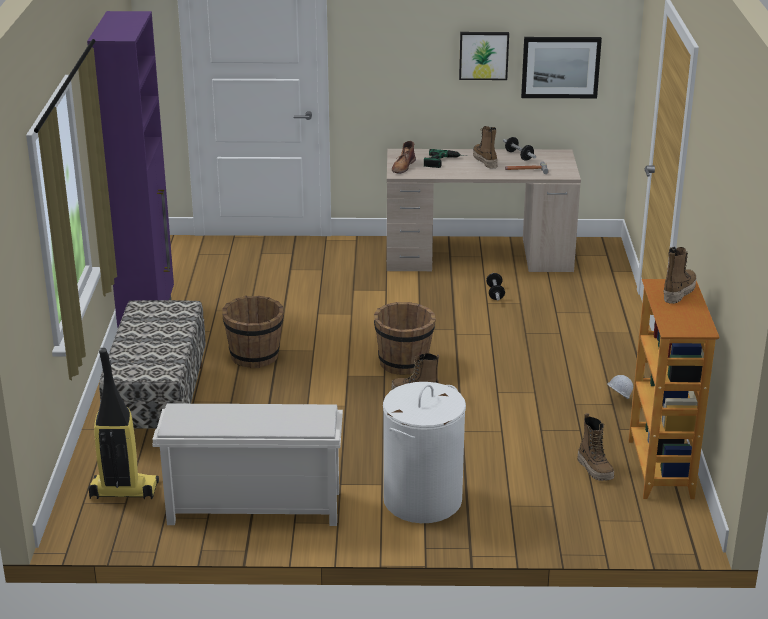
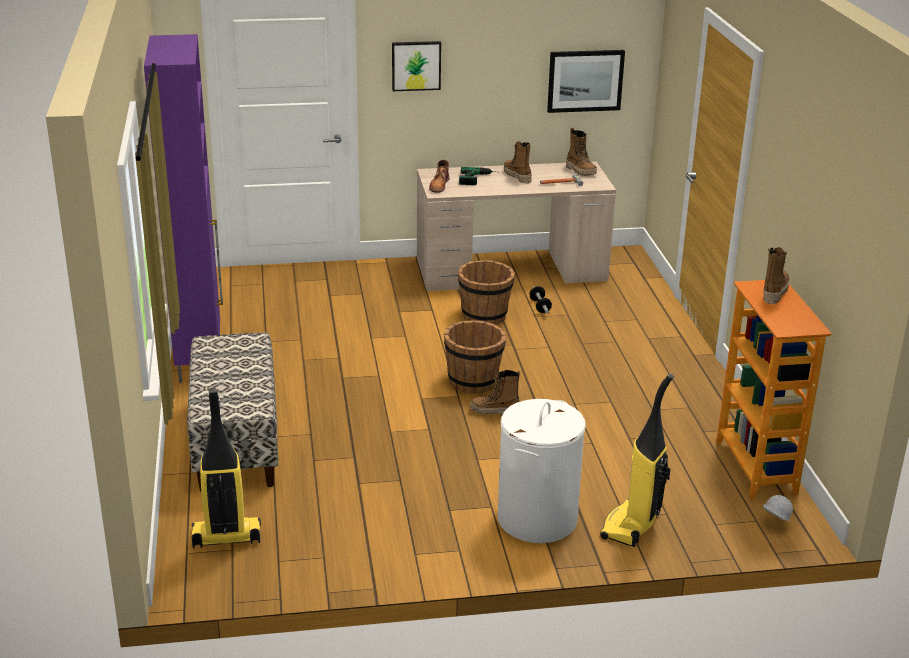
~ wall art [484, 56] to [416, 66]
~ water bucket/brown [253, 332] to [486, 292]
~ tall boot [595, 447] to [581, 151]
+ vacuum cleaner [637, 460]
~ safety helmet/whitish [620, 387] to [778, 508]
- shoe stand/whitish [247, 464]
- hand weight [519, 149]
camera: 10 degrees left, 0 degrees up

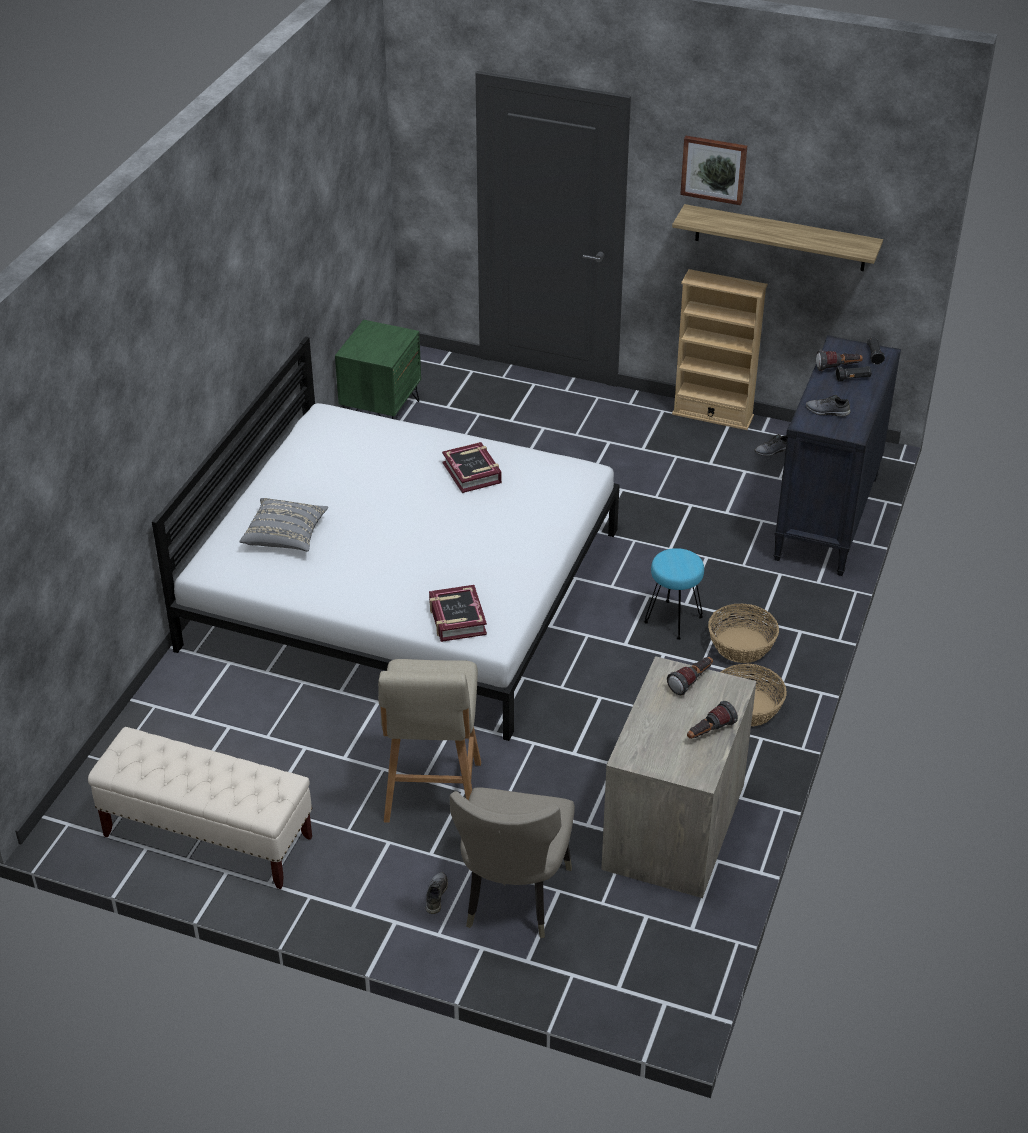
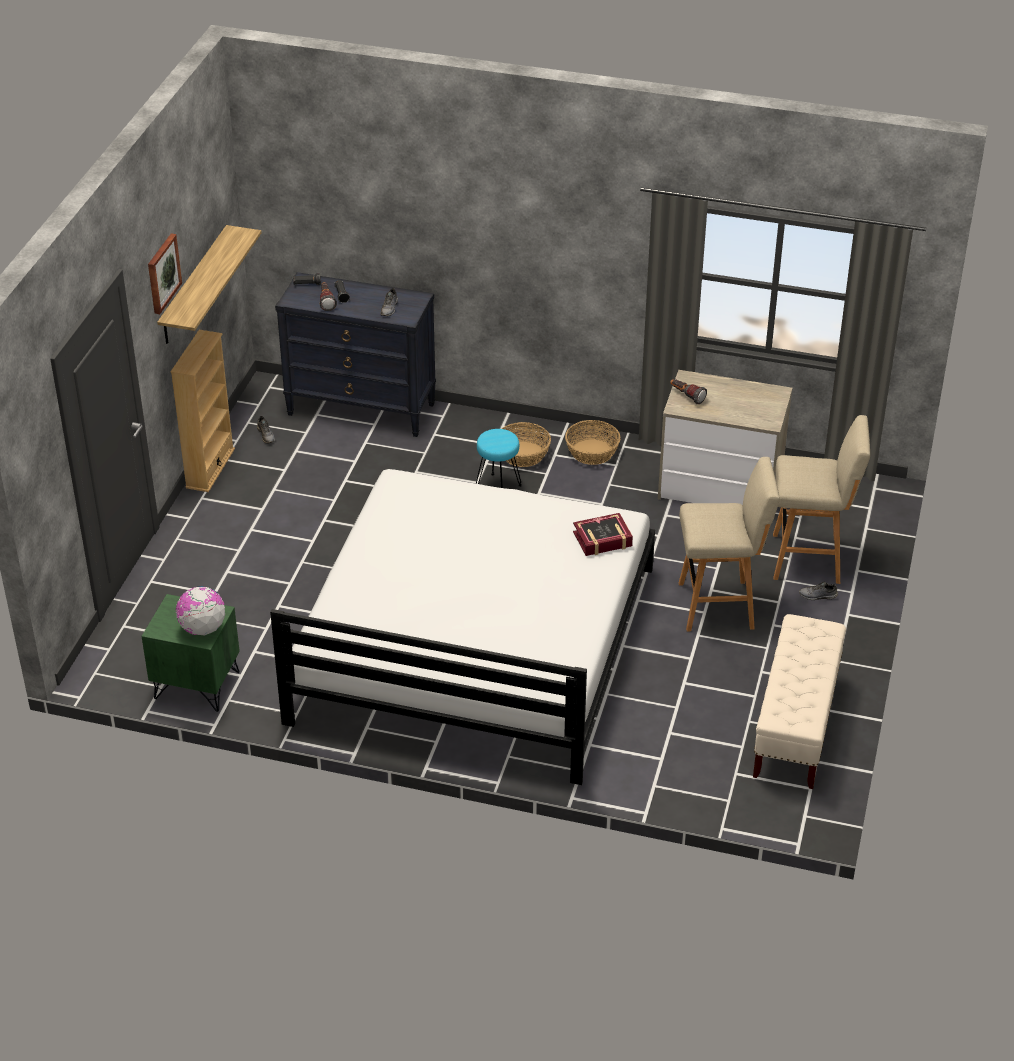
+ globe [200, 610]
~ upright chair/beige-coloured [512, 862] to stool/beige-coloured [821, 499]
- pillow/gray [284, 525]
- book [472, 467]
- hand torch [712, 720]
camera: 95 degrees left, 0 degrees up

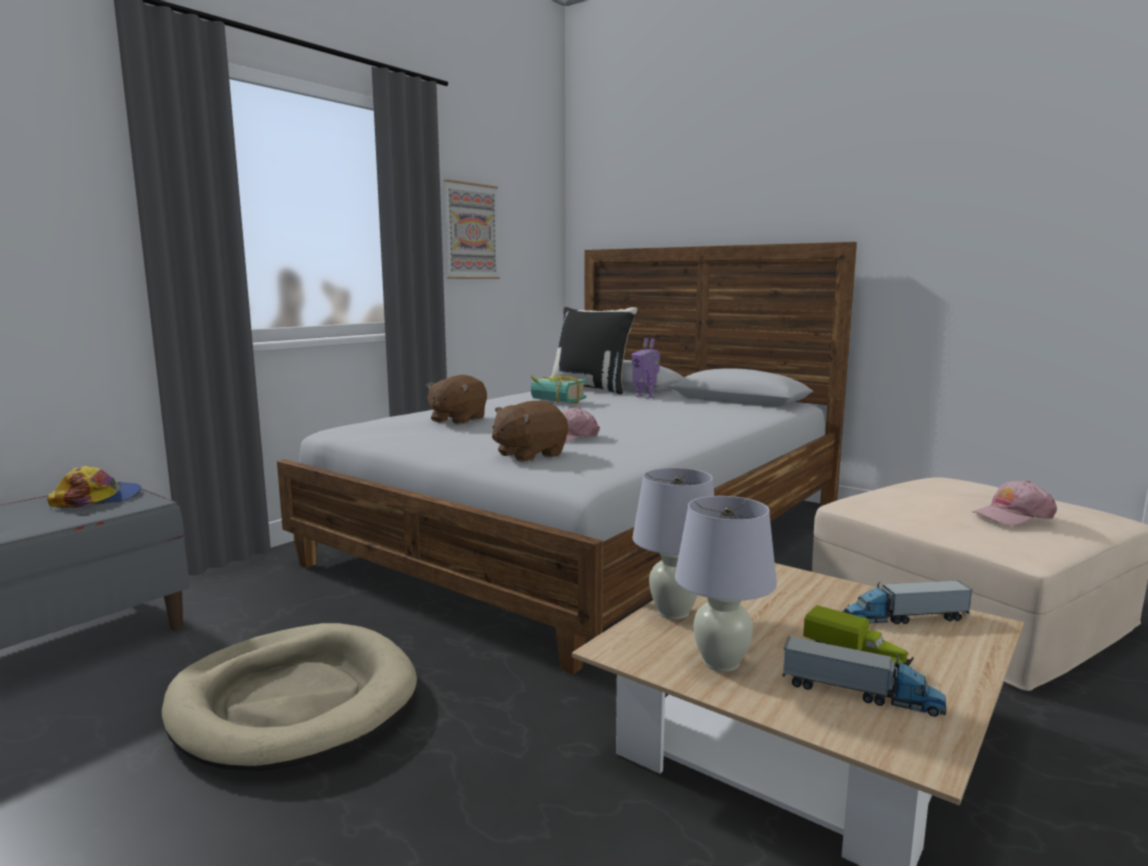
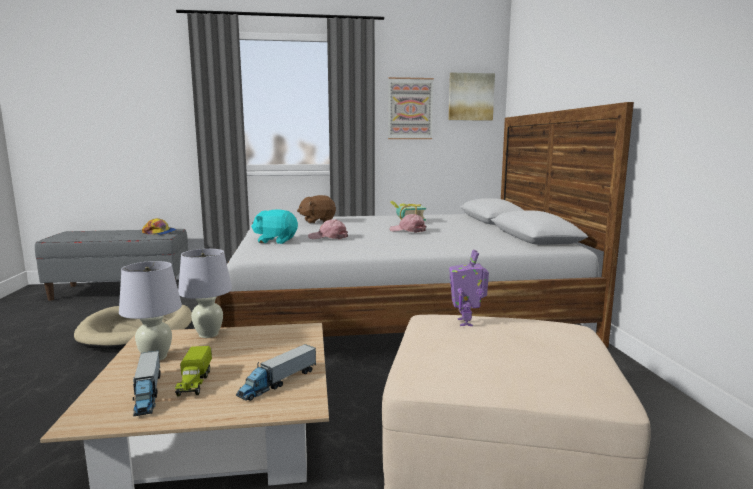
~ model truck [907, 602] = [276, 372] 90 degrees counterclockwise
~ plush toy/brown [530, 431] to plush toy/blue-green [274, 226]
~ peaked cap/pinkish [1014, 502] to [408, 223]
+ wall art [471, 96]
~ toy robot [646, 368] to [469, 288]
- pillow/blackish [594, 351]
camera: 45 degrees right, 0 degrees up

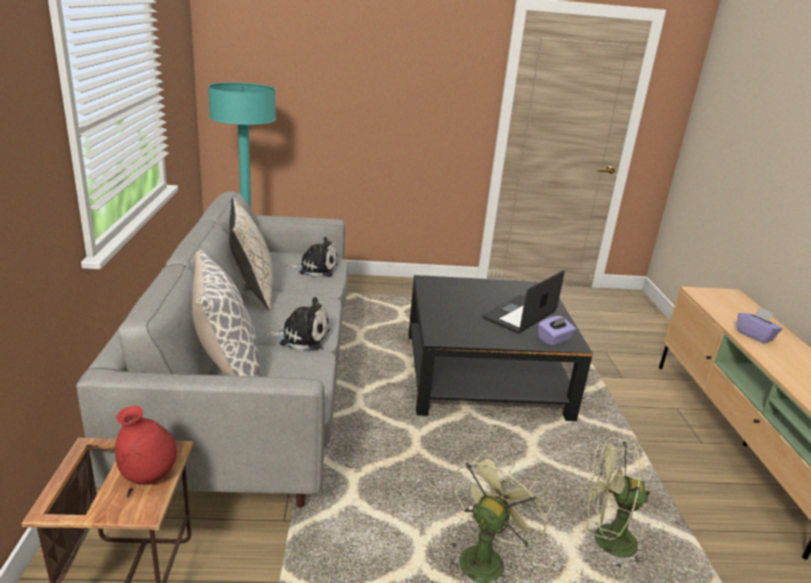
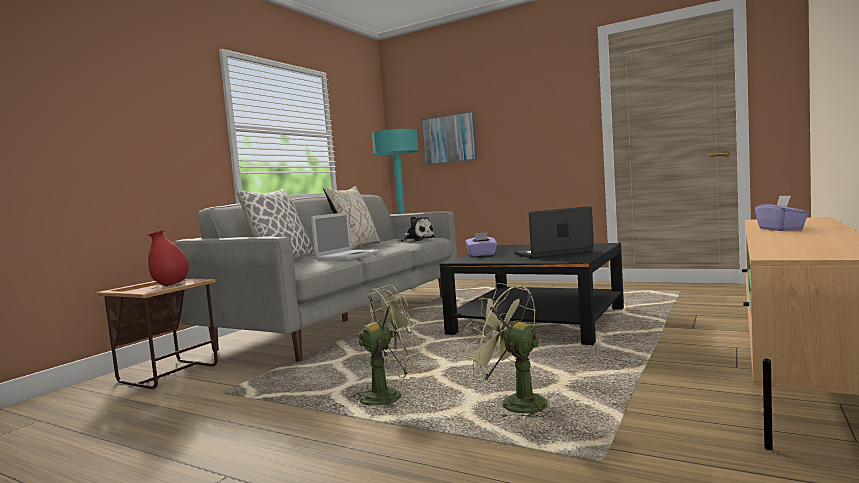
~ plush toy [297, 324] to laptop [346, 236]
+ wall art [449, 138]
~ tissue holder/purplish [557, 331] to [481, 244]
camera: 35 degrees right, 20 degrees down

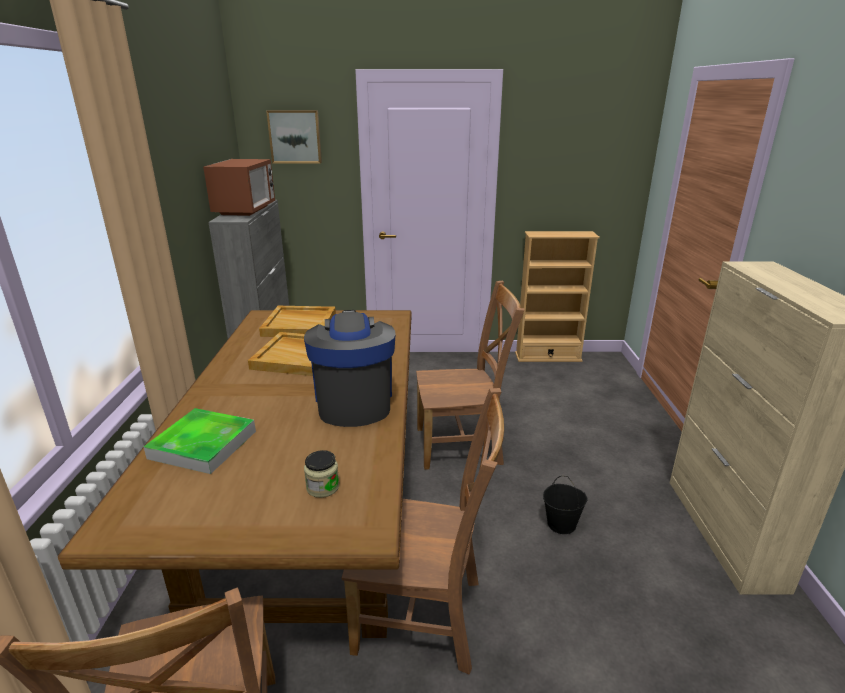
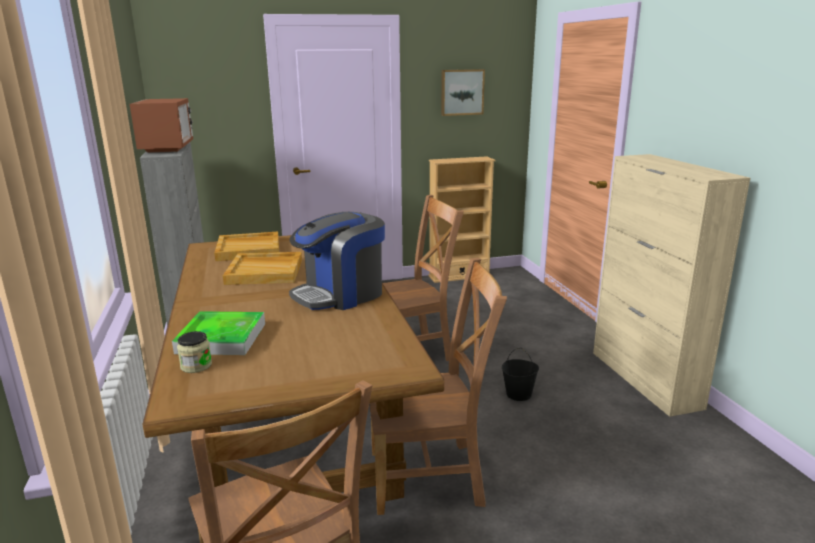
~ preserve jar [321, 474] to [194, 352]
~ coffee maker [350, 368] = [337, 261] 105 degrees counterclockwise
~ wall art [294, 136] to [463, 92]
camera: 15 degrees left, 5 degrees down

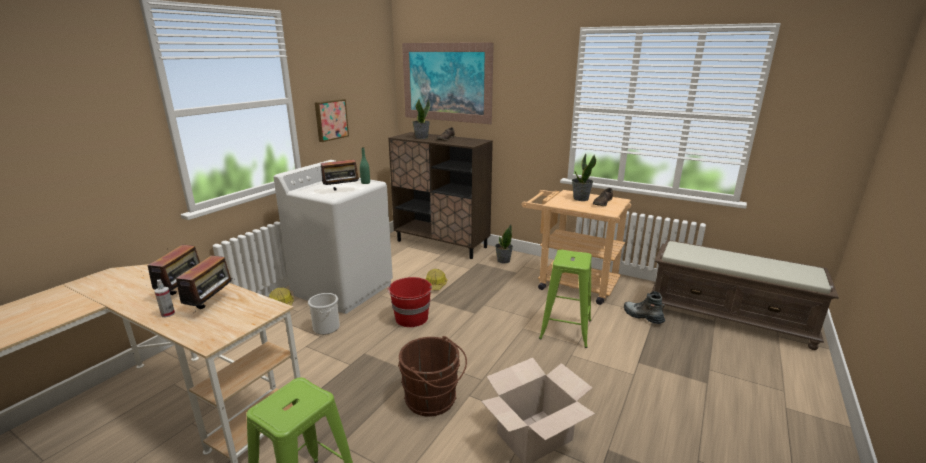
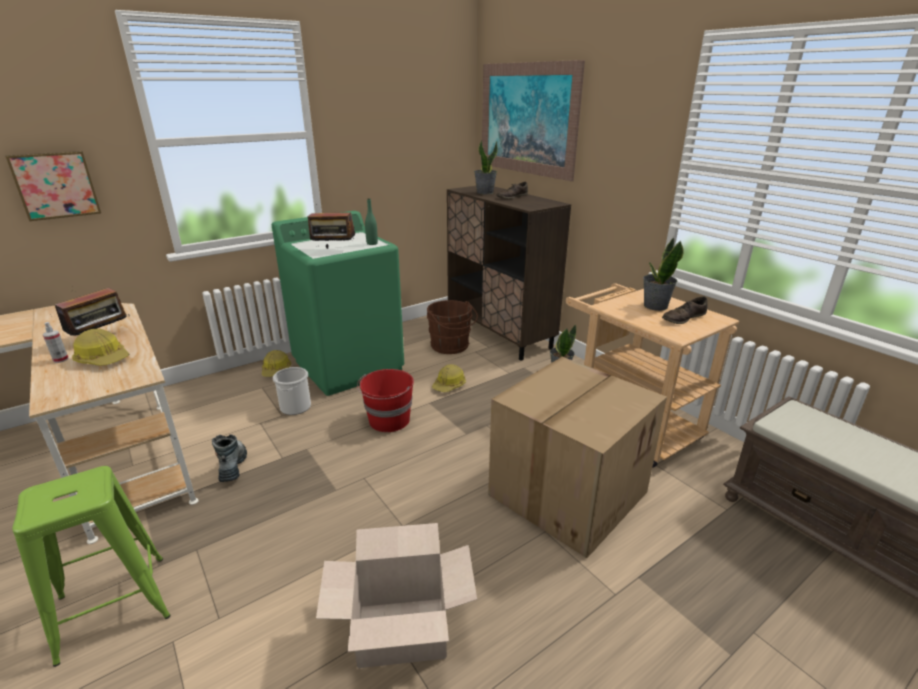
~ wall art [332, 120] to [53, 186]
~ radio [202, 284] to safety helmet [100, 347]
~ tall boot [644, 307] to [229, 458]
~ washing machine/whitish [333, 237] to washing machine/green [338, 303]
~ water bucket/brown [432, 376] to [452, 327]
~ stool/green [565, 299] to packing box [577, 457]
camera: 25 degrees right, 5 degrees up

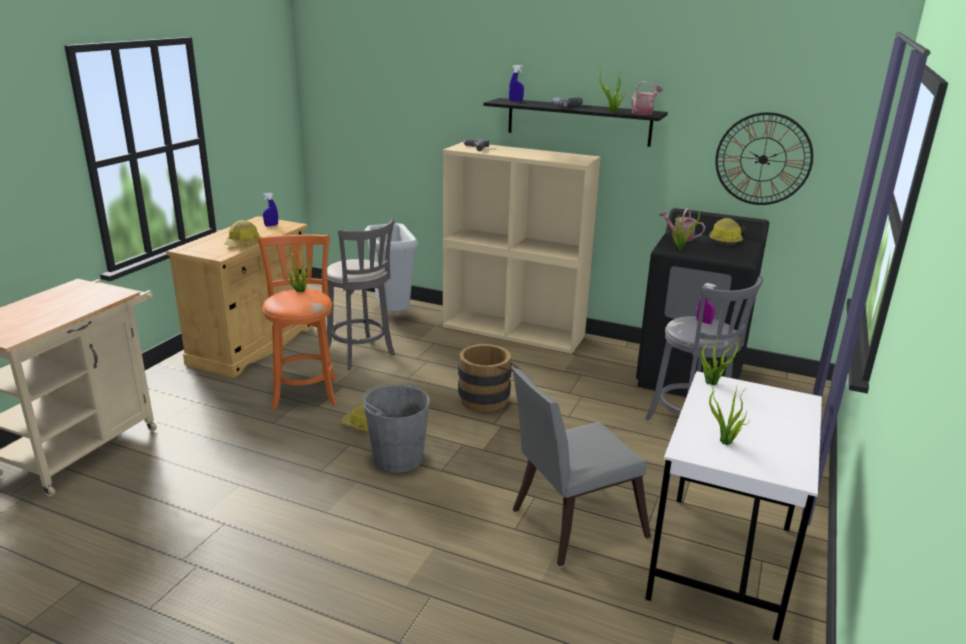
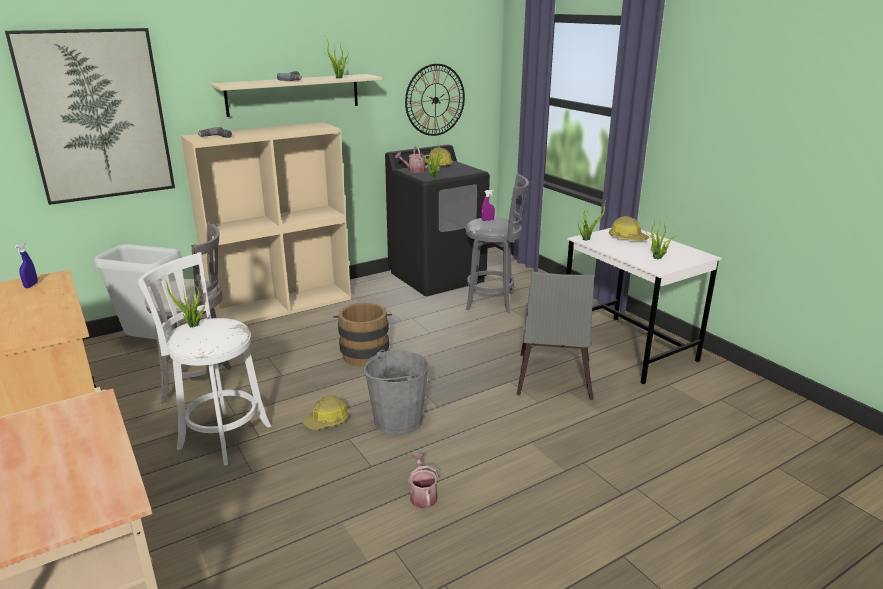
+ wall art [90, 116]
~ stool/orange [297, 322] to stool/whitish [205, 359]
~ wall shelf/blackish [575, 122] to wall shelf/beige-coloured [296, 95]
~ watering pot [647, 98] to [423, 481]
~ safety helmet [242, 233] to [629, 228]
- hand sprayer/blue [516, 83]
camera: 55 degrees left, 0 degrees up

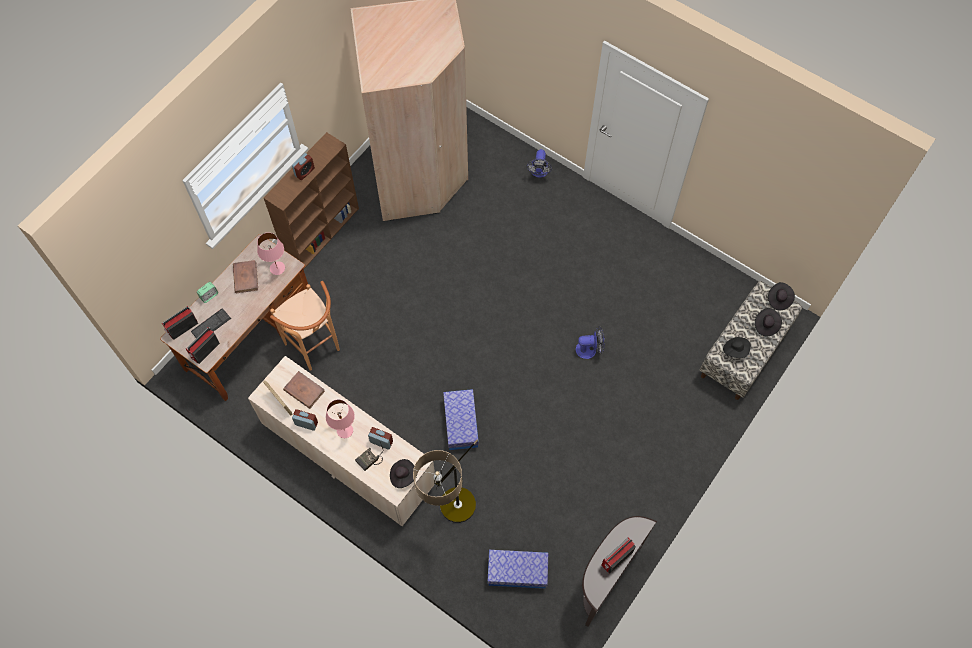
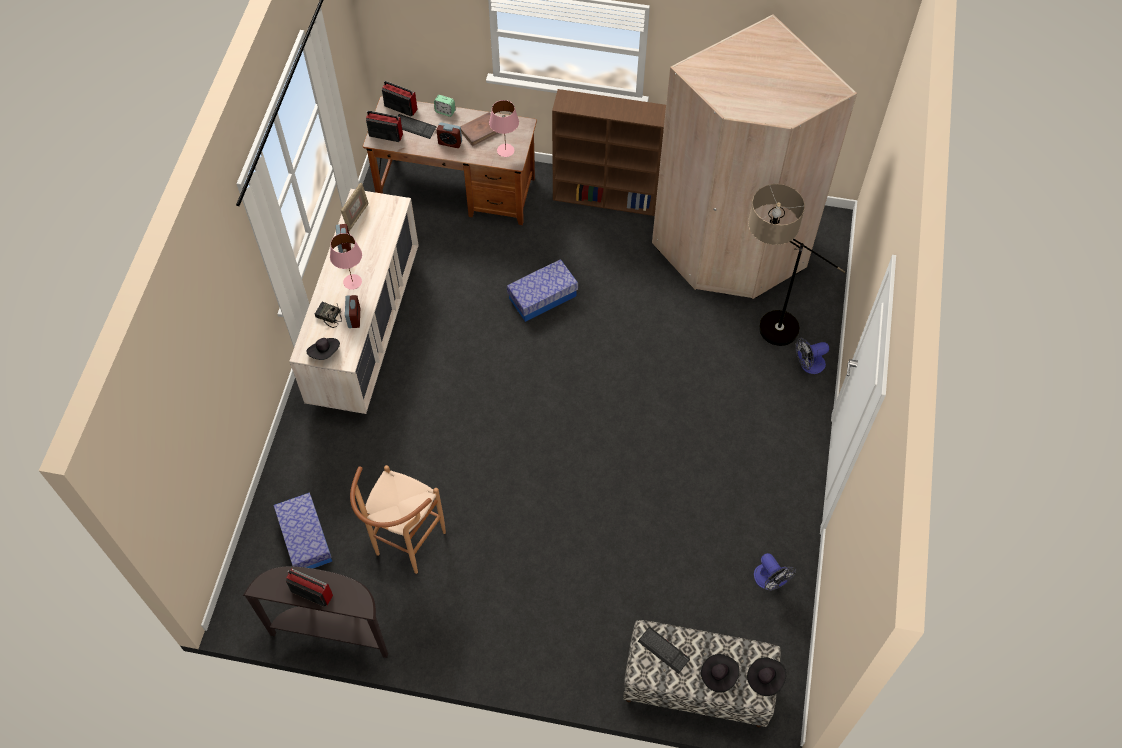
~ stool/brown [305, 326] to [398, 519]
~ table clock [303, 166] to [449, 135]
~ storage bin [461, 419] to [542, 290]
~ wearable hat/blackish [737, 347] to keyboard [664, 650]
~ floor lamp [445, 481] to [796, 265]
~ fan [590, 342] to [775, 572]
- book/brown [304, 390]
camera: 65 degrees right, 5 degrees down

